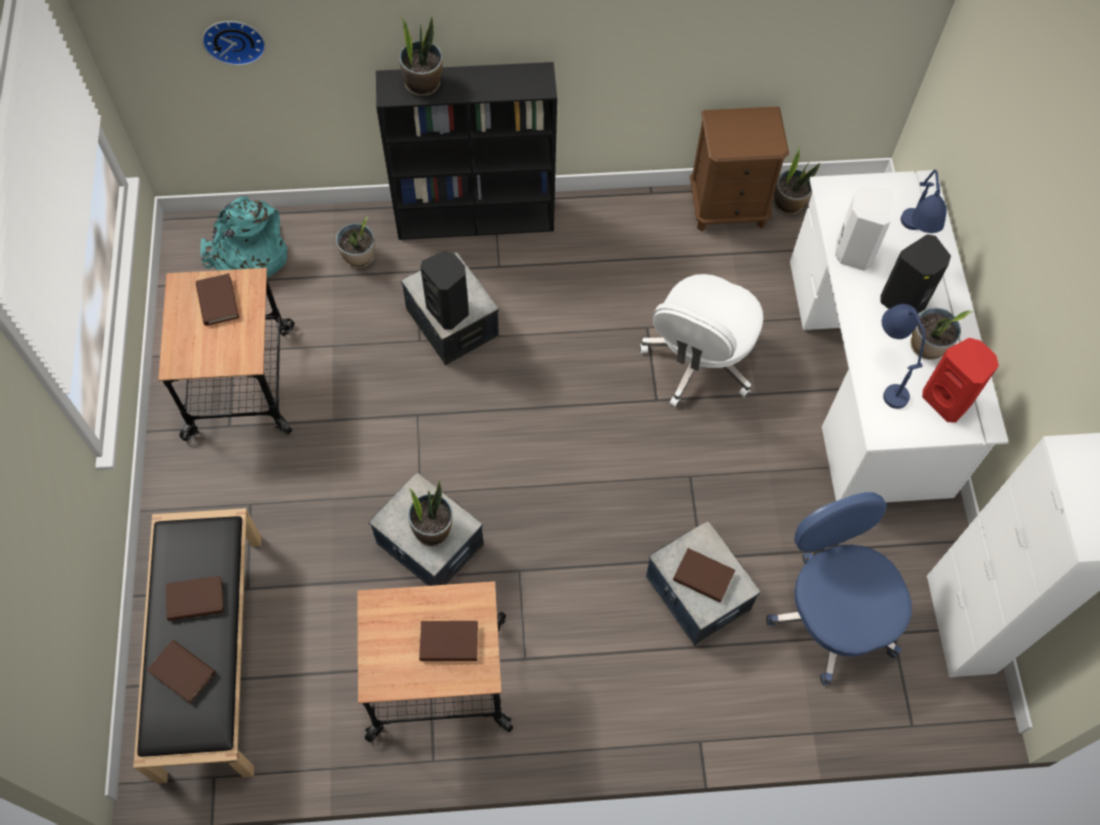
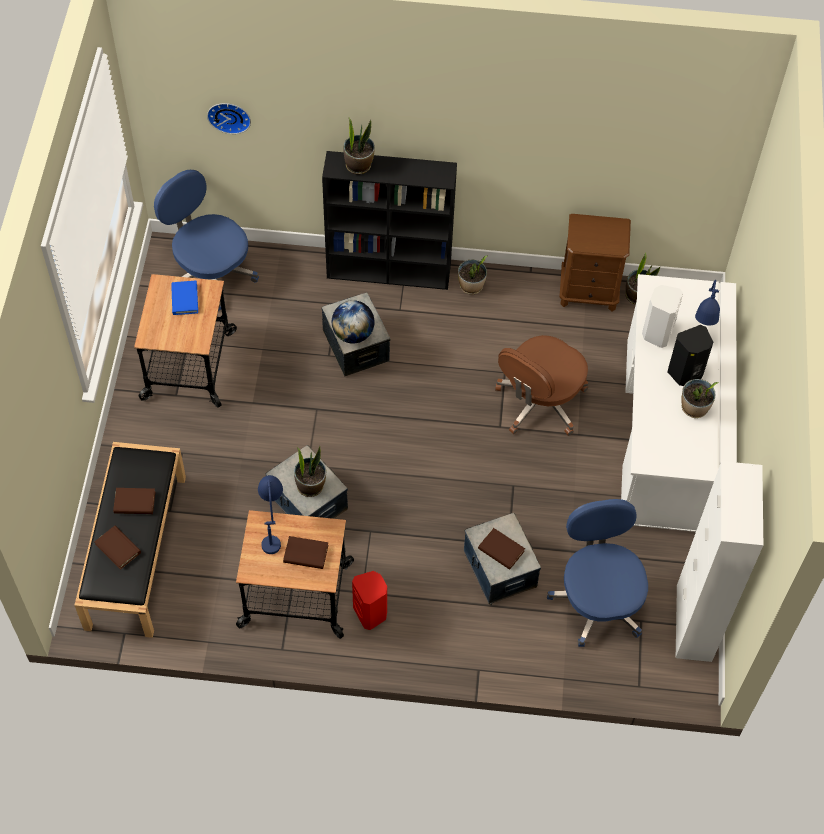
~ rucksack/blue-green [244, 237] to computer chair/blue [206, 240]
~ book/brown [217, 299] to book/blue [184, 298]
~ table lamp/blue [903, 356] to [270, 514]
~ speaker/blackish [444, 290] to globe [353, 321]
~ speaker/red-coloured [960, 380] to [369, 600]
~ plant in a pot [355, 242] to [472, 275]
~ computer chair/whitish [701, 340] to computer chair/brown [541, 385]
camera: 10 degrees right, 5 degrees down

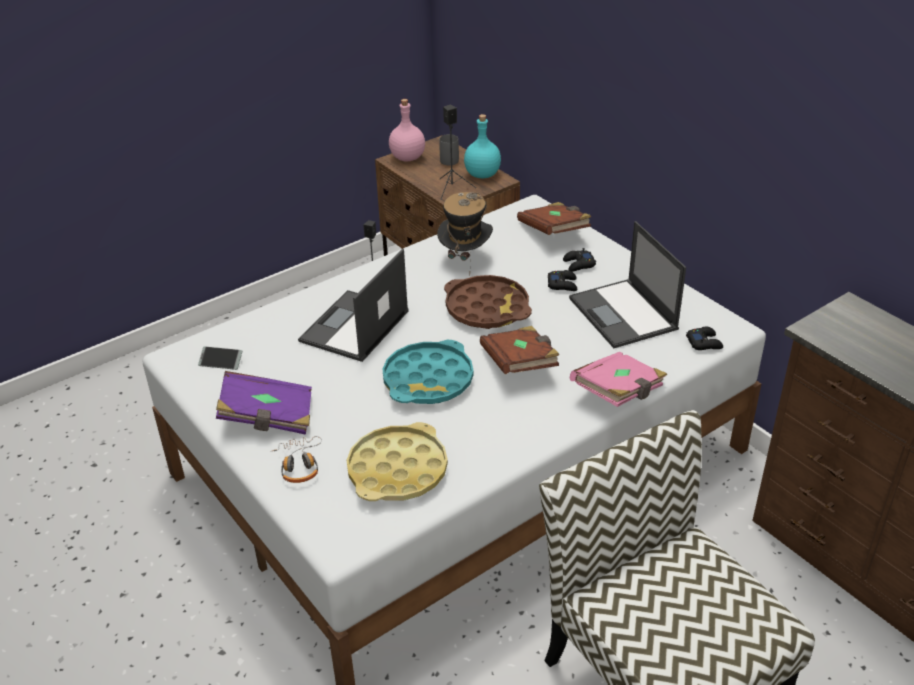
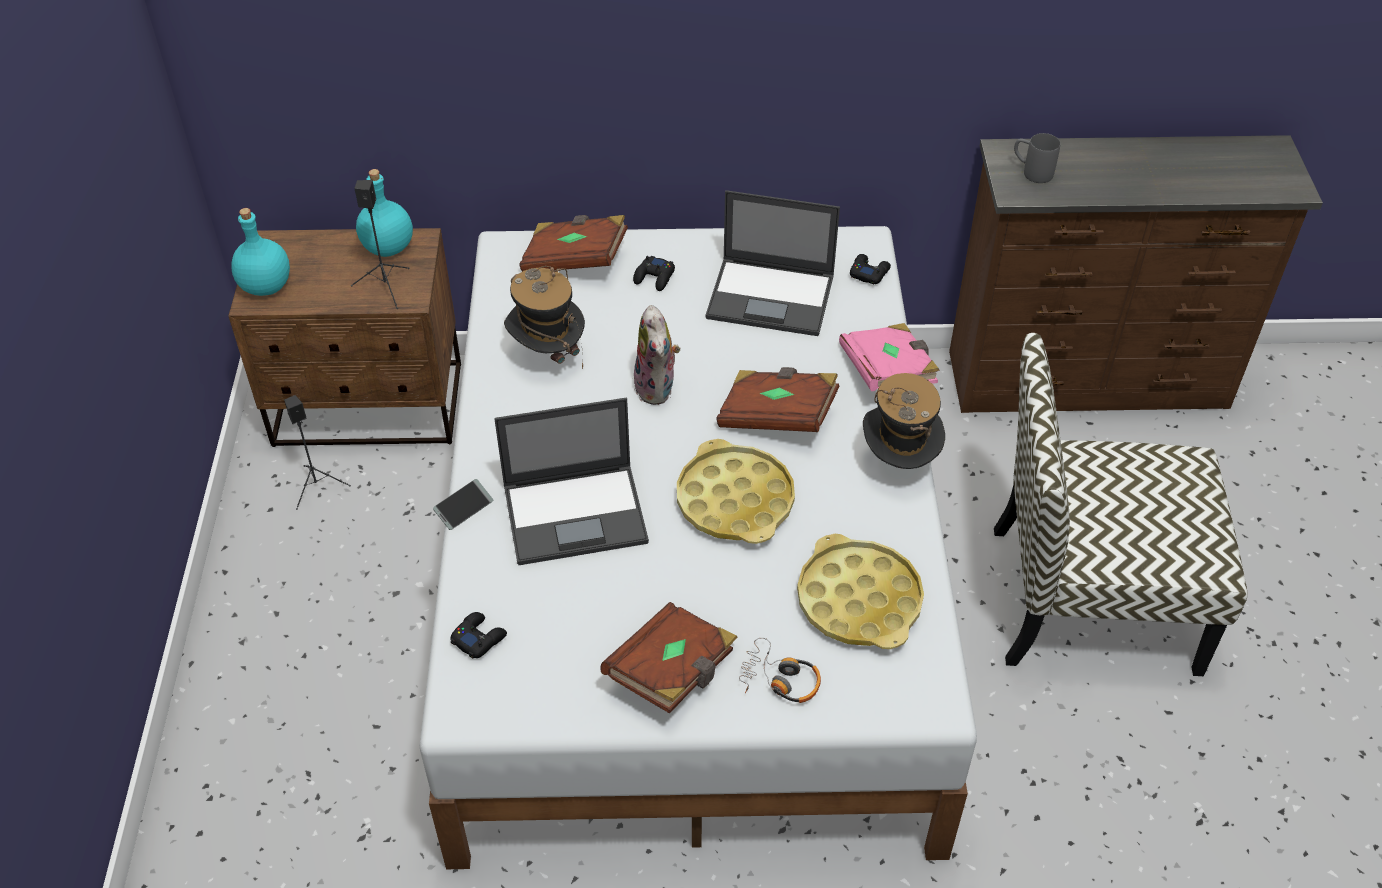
~ bottle/pinkish [407, 130] to bottle/blue-green [260, 252]
~ phone [220, 358] to [463, 504]
~ game controller/blackish [562, 280] to [478, 635]
~ laptop [353, 305] = [571, 481] 75 degrees counterclockwise
~ book/purplish [264, 403] to book/brown [669, 658]
~ tray/brown [488, 302] to plush toy [657, 355]
~ tray/blue-green [428, 372] to tray/yellow-coloured [736, 491]
+ wearable hat [904, 421]
~ mug/gray [449, 149] to [1037, 158]
camera: 55 degrees left, 10 degrees up

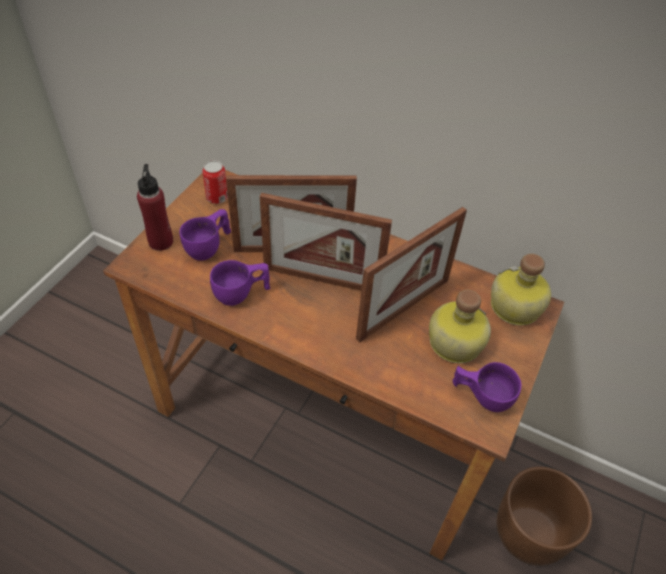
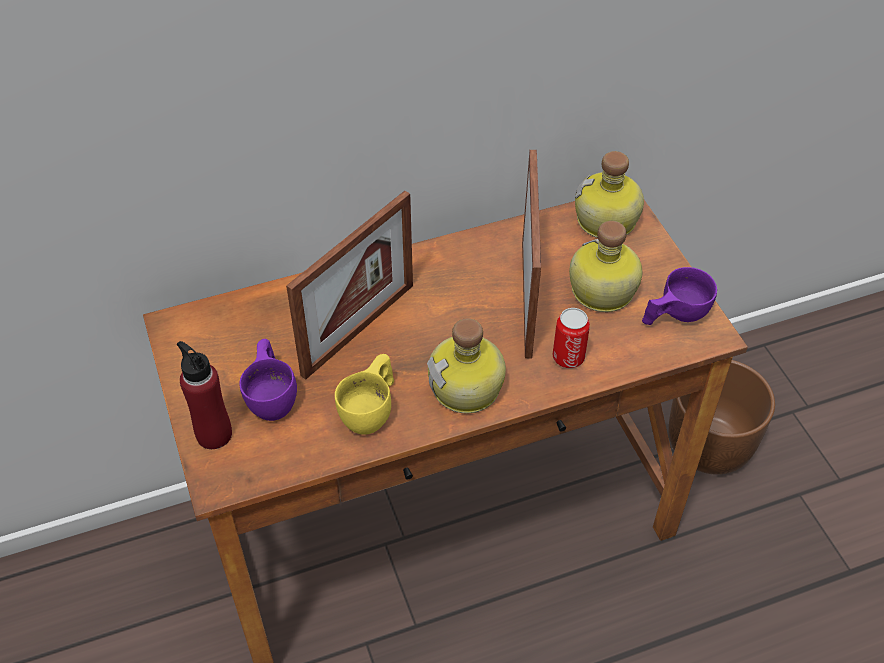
~ drinking cup/purplish [240, 283] to drinking cup/yellow-coloured [364, 394]
+ bottle [466, 365]
~ metal can [215, 182] to [571, 338]
- photo frame [326, 242]
camera: 45 degrees left, 0 degrees up

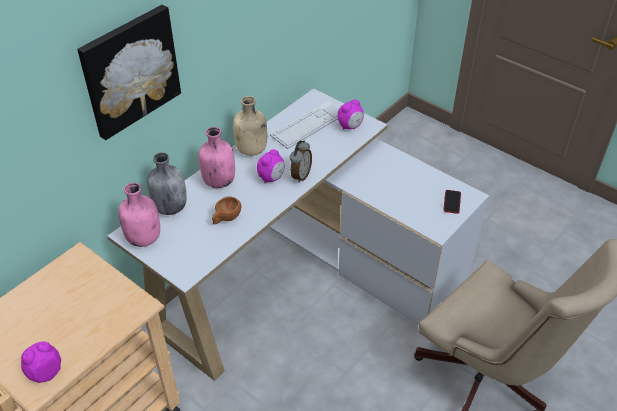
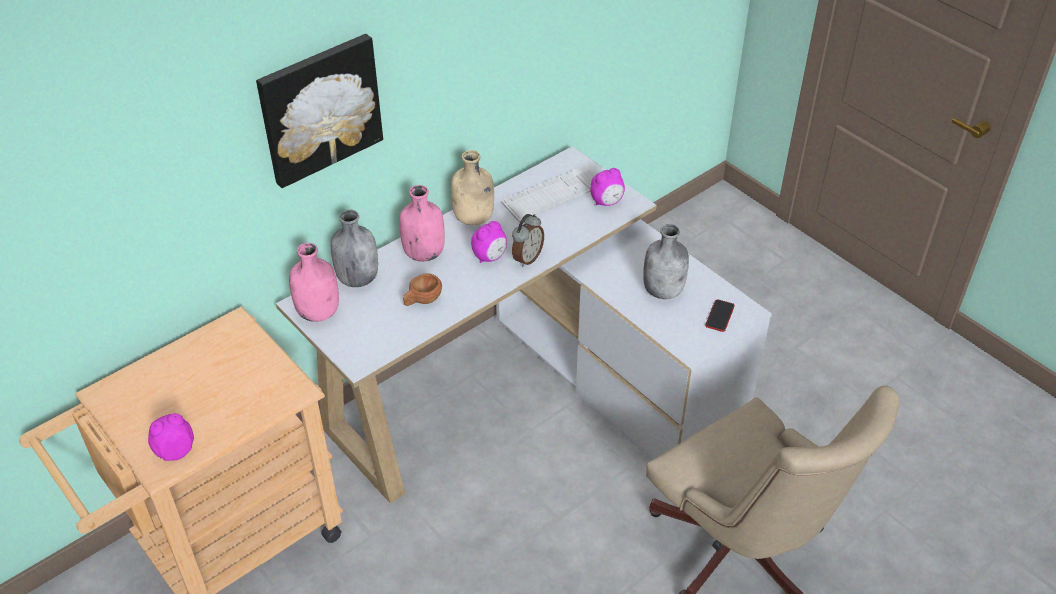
+ bottle/gray [666, 261]
camera: 10 degrees right, 0 degrees up

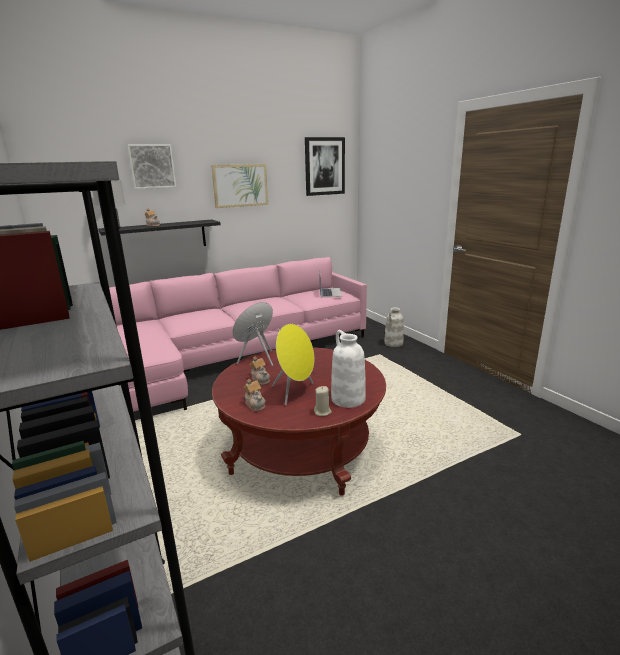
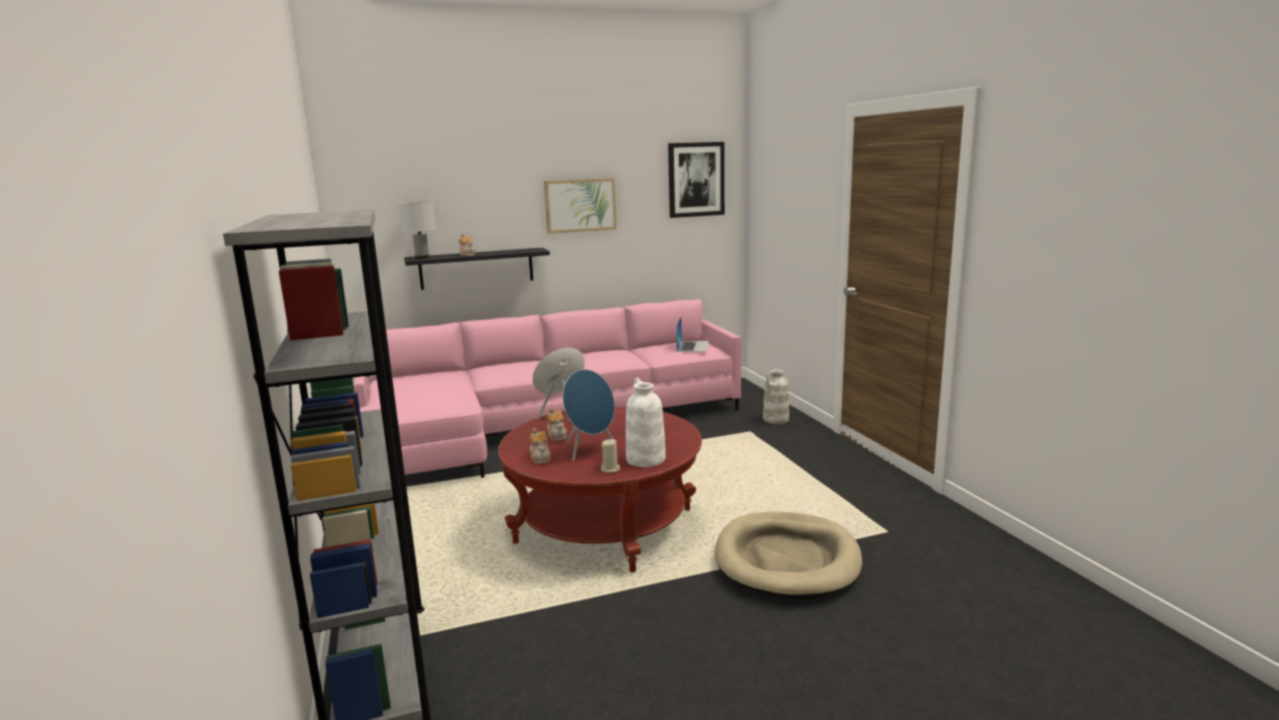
~ speaker/yellow-coloured [293, 365] to speaker/blue [589, 415]
+ pet bed/beige-coloured [788, 556]
- wall art [151, 167]
camera: 10 degrees right, 5 degrees down

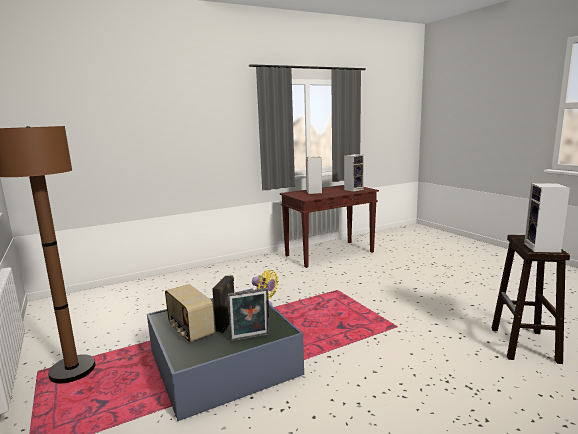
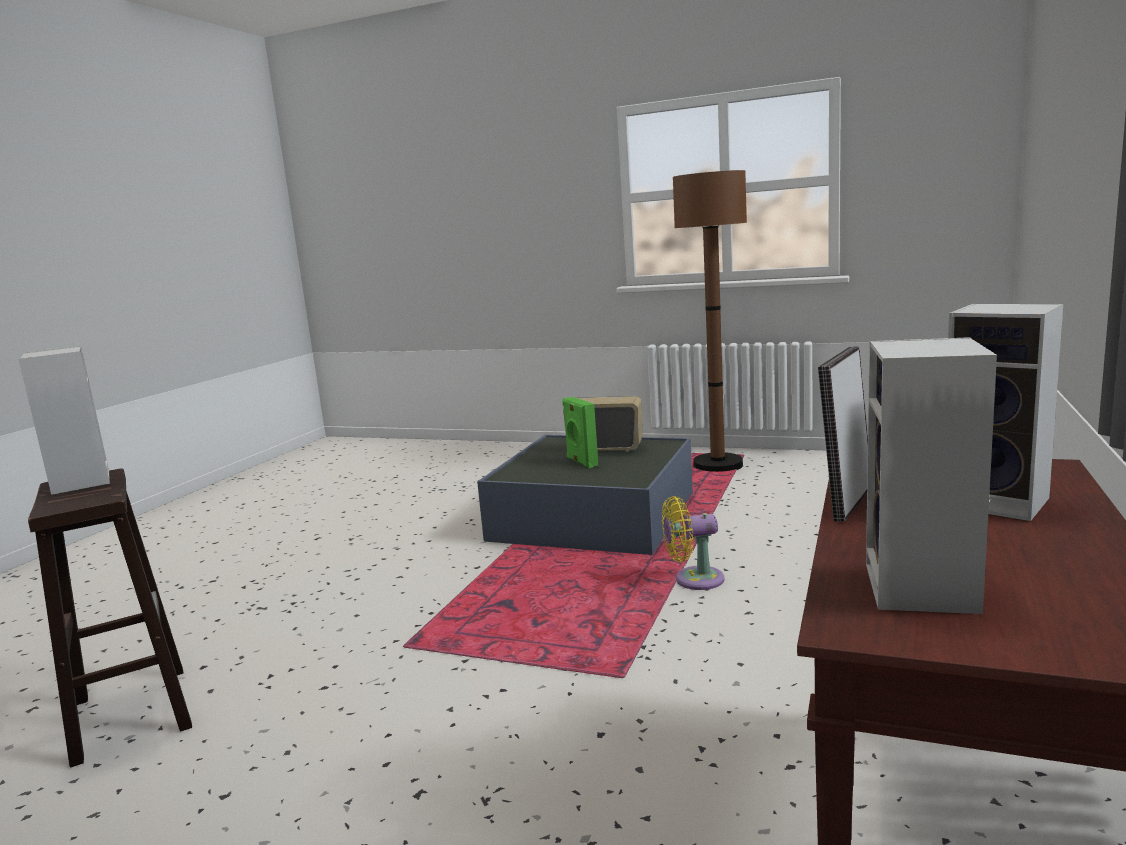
~ speaker/blackish [223, 304] to speaker/green [580, 432]
~ photo frame [248, 315] to [843, 434]
camera: 140 degrees right, 0 degrees up

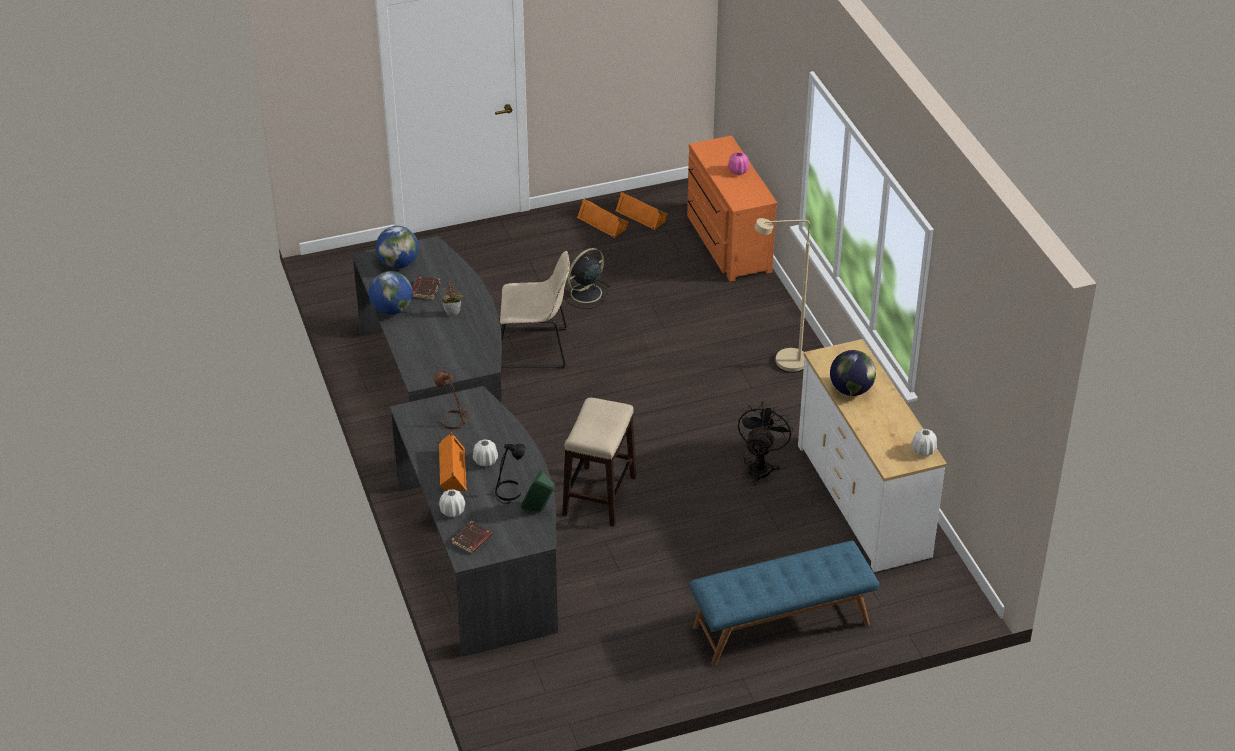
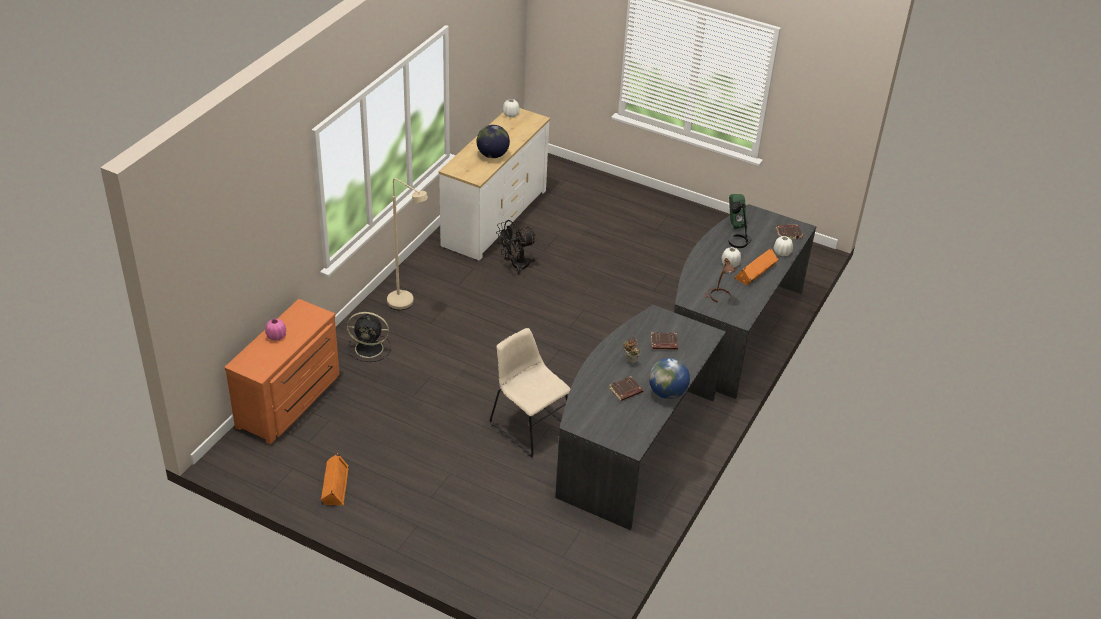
~ fan/blackish [586, 278] to [369, 337]
+ book/brown [664, 341]
- globe [397, 247]
- stool [599, 462]
- speaker/orange [641, 211]
- indoor bench/blue [784, 603]
camera: 135 degrees left, 0 degrees up

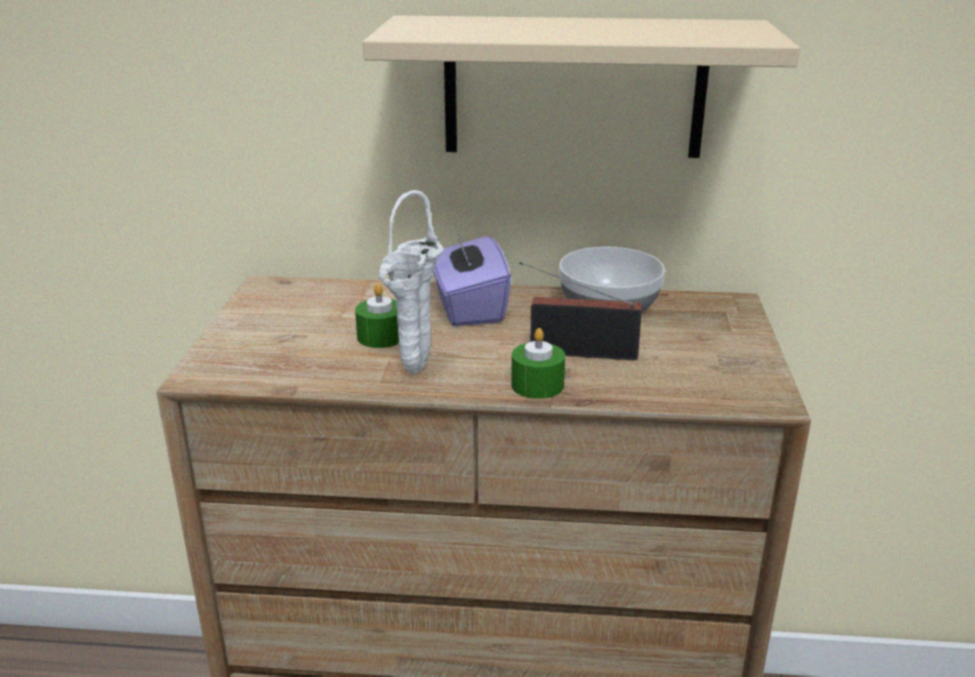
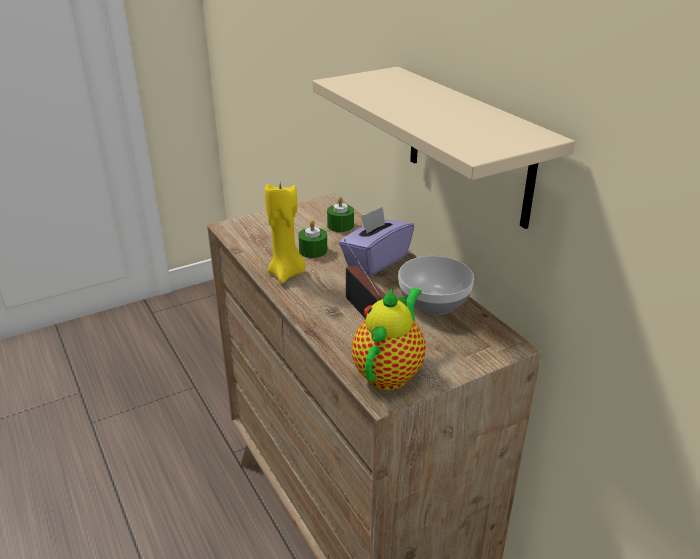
~ decorative vase/whitish [411, 282] to candle/yellow-coloured [285, 233]
~ candle/green [538, 363] to [340, 214]
+ tea pot [389, 339]
camera: 55 degrees right, 5 degrees up

